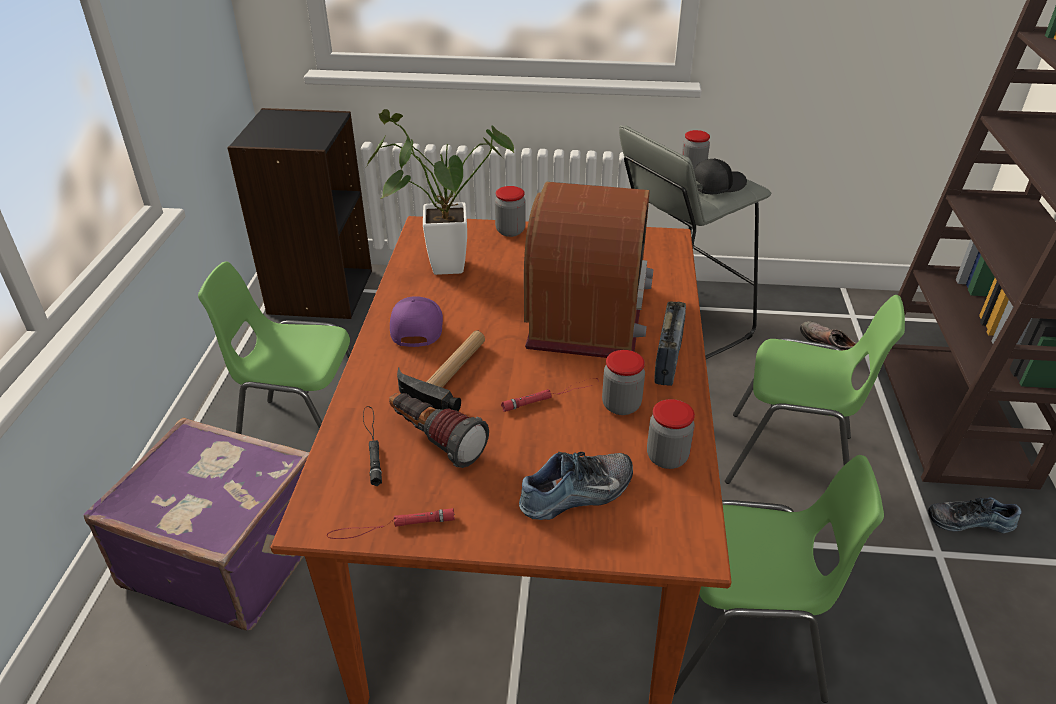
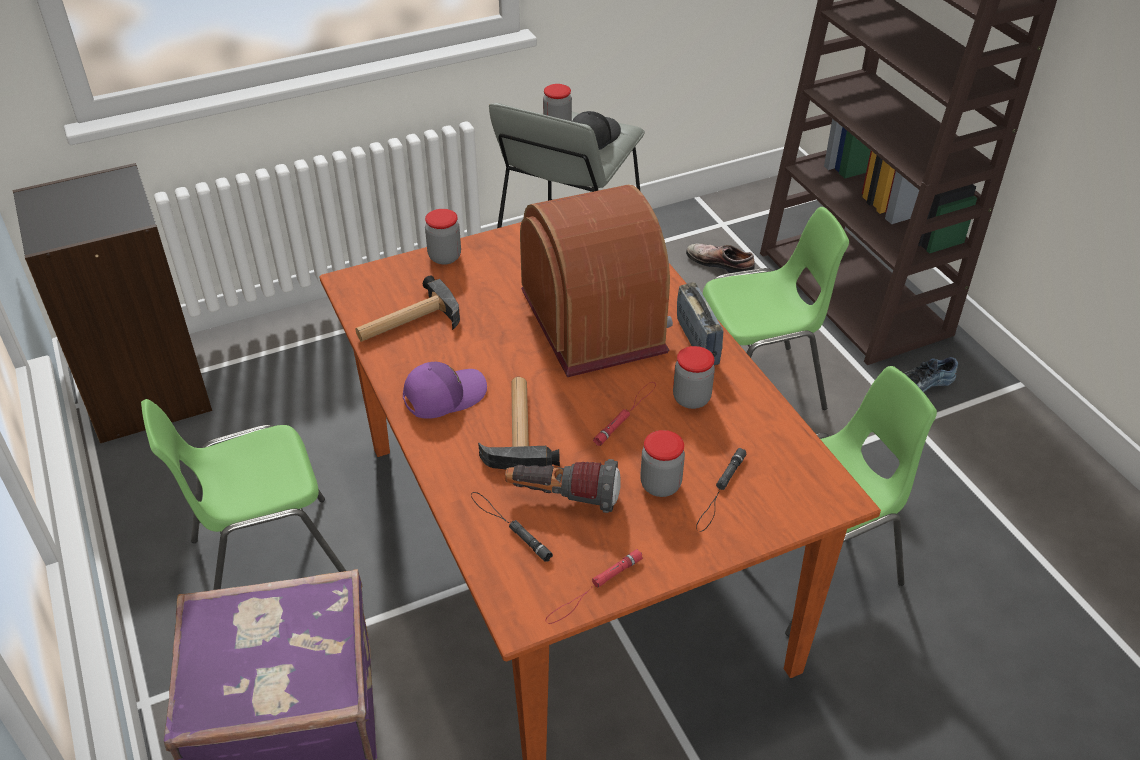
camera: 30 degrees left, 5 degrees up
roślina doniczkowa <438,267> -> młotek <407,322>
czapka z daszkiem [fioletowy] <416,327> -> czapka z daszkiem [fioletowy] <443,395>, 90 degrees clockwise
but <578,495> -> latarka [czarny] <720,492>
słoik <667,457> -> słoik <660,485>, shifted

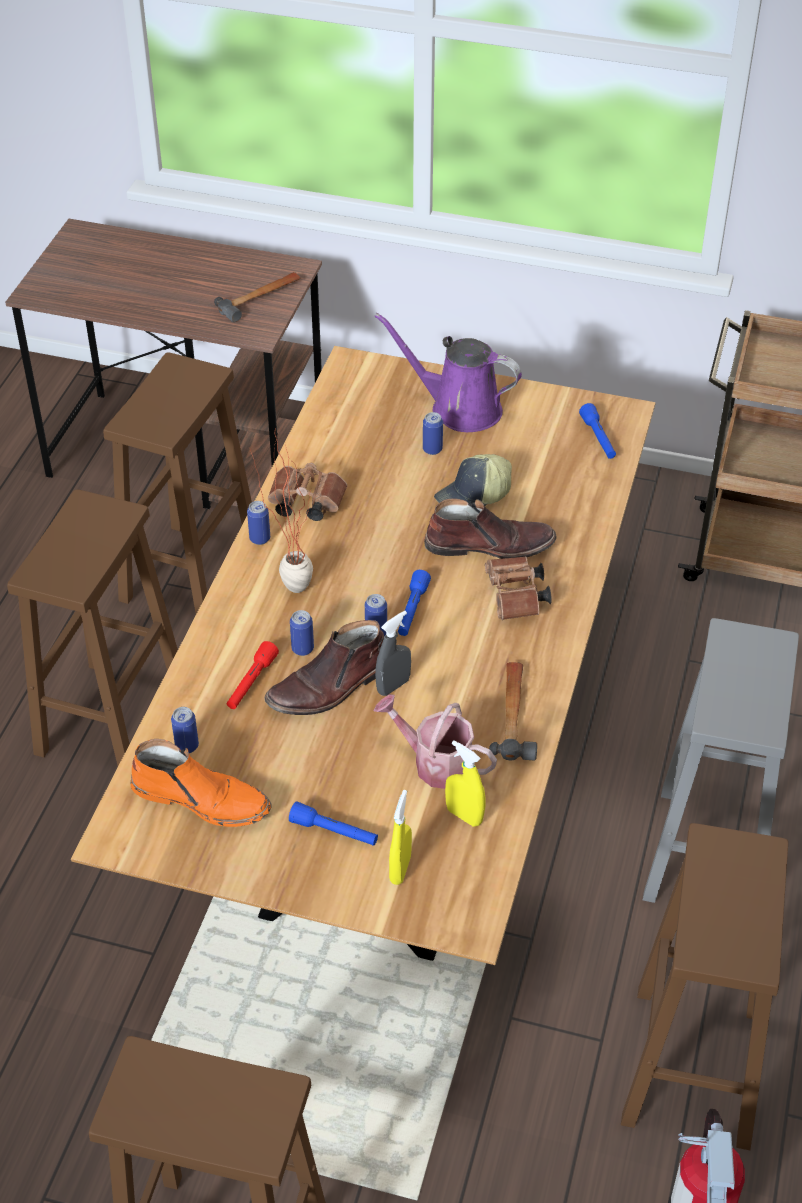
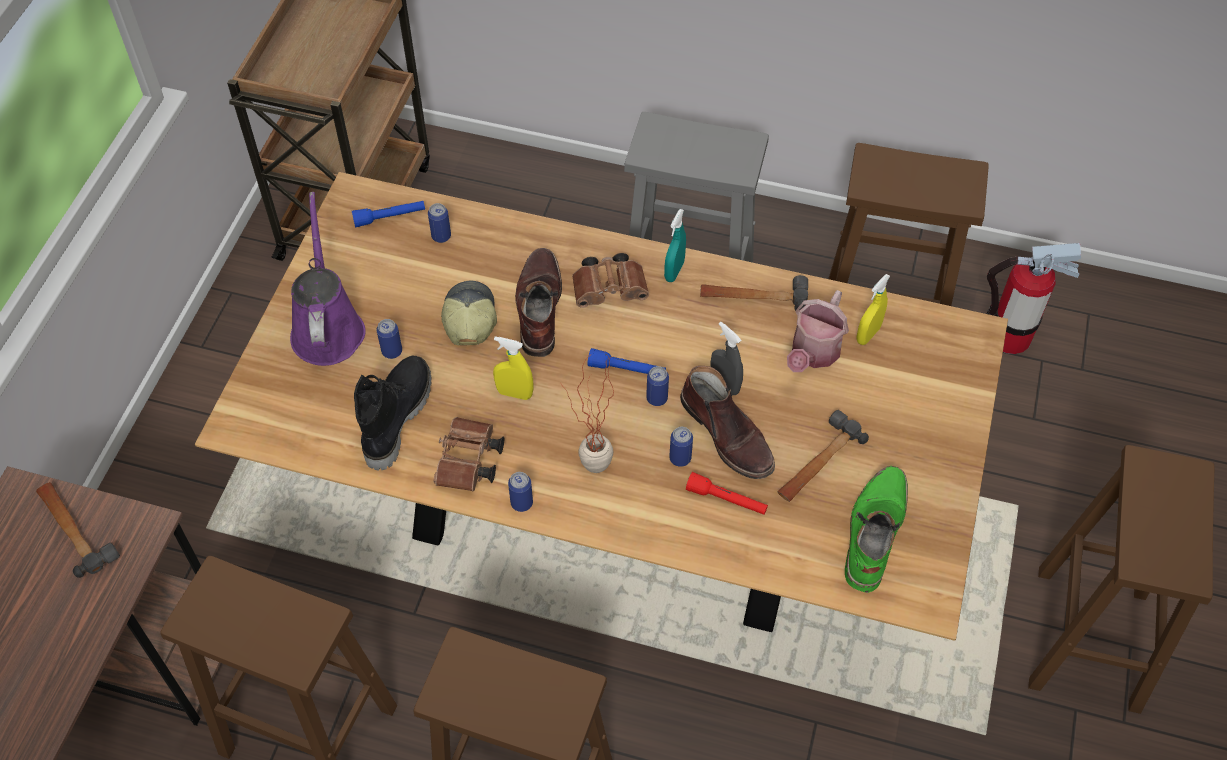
camera: 90 degrees left, 10 degrees up
but z cholewką [pomarańczowy] <202,799> -> but z cholewką [zielony] <873,532>
puszka <187,746> -> puszka <441,236>, shifted
latarka [niebieski] <334,832> -> none
konewka [fioletowy] <459,408> -> konewka [fioletowy] <327,327>, 150 degrees clockwise
spryskiwacz [żółty] <400,869> -> spryskiwacz [żółty] <514,393>, shifted
czapka z daszkiem <474,497> -> czapka z daszkiem <468,318>, 150 degrees counterclockwise
none -> but z cholewką [czarny] <396,417>
none -> spryskiwacz [turkusowy] <674,271>
none -> młotek <817,463>

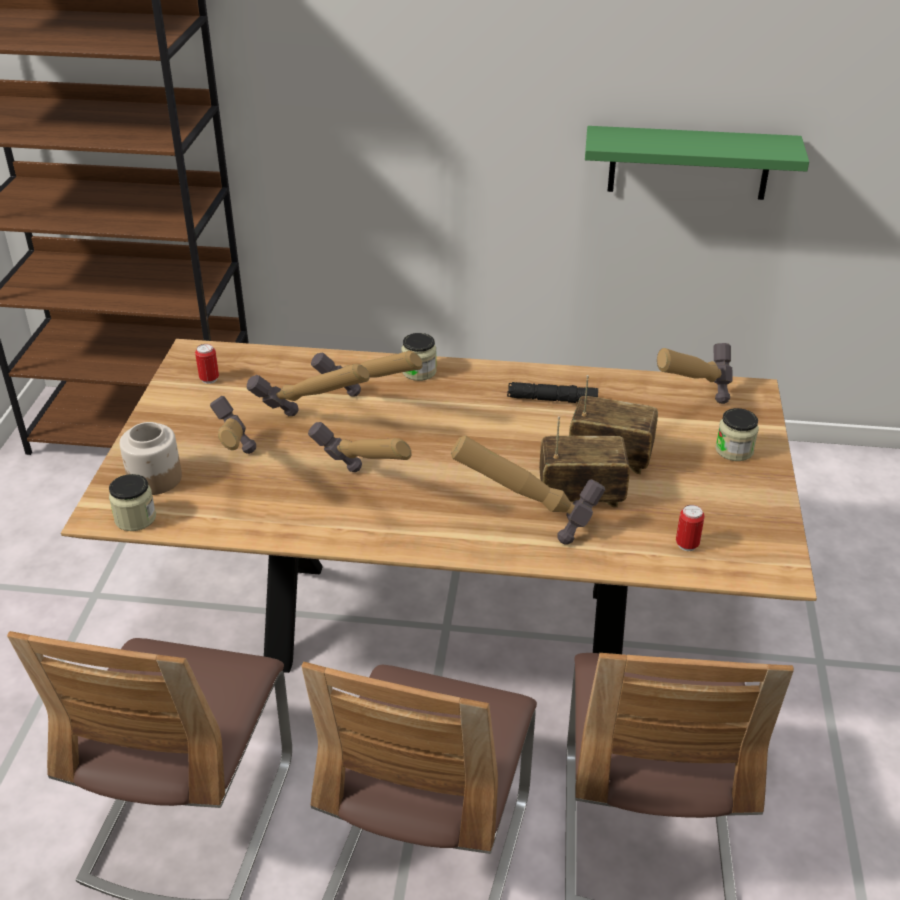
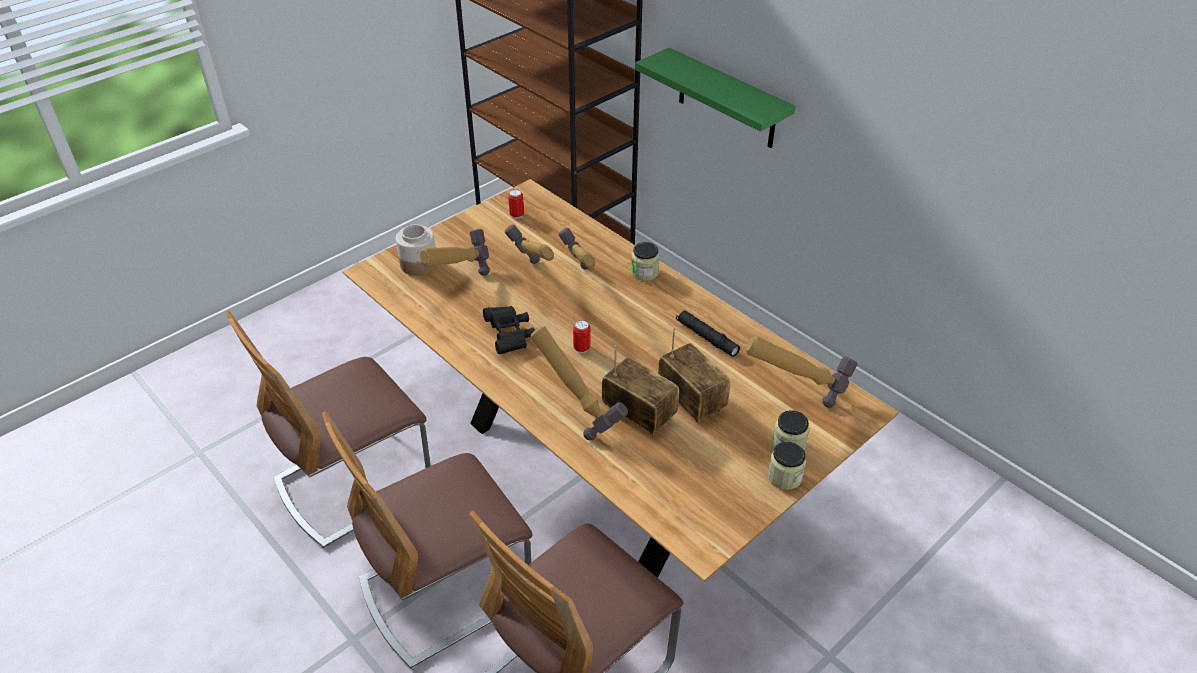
camera: 40 degrees right, 5 degrees up
słoik <135,518> -> słoik <784,477>, shifted
młotek <360,496> -> lornetka [czarny] <510,336>
półka [zielony] <689,163> -> półka [zielony] <727,99>, shifted
puszka <687,545> -> puszka <582,348>, shifted

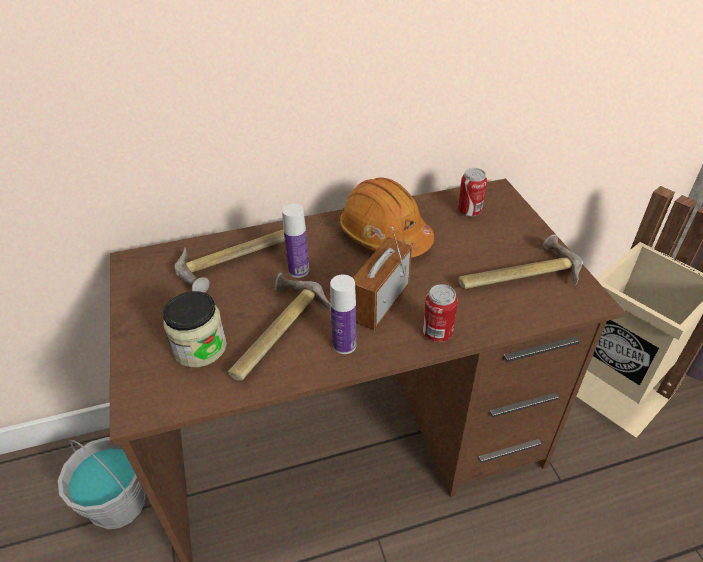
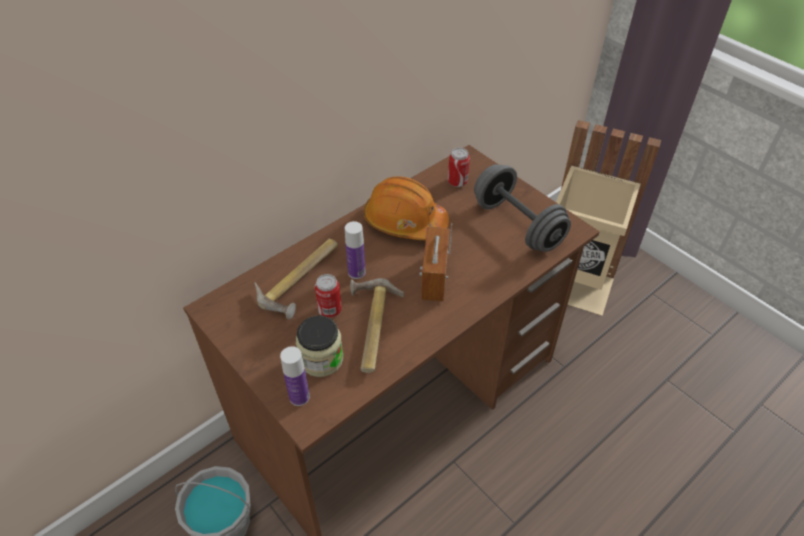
camera: 25 degrees left, 5 degrees up
butelka <344,345> -> butelka <299,397>, shifted
puszka <437,333> -> puszka <330,310>, shifted
młotek <517,274> -> hantel [szary] <517,225>

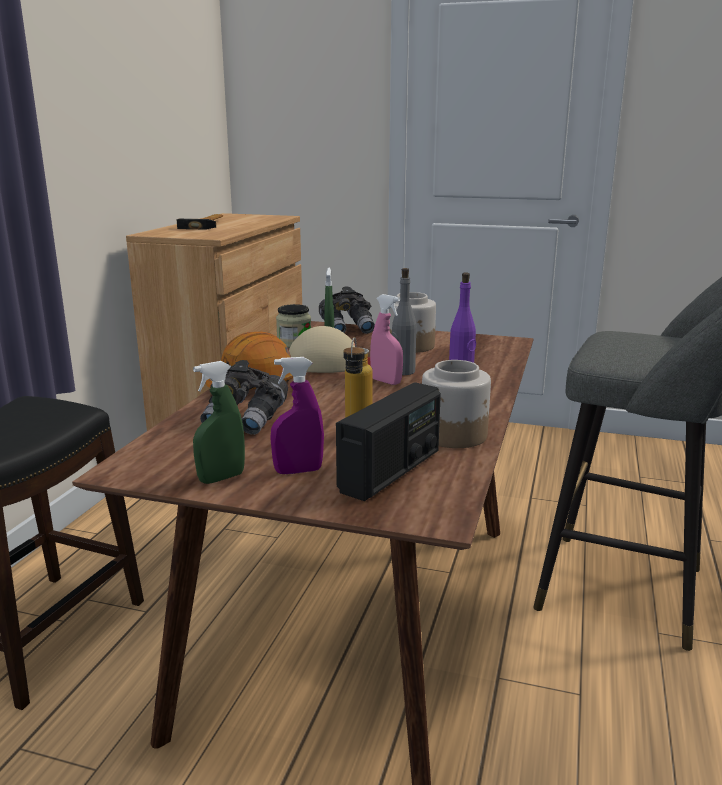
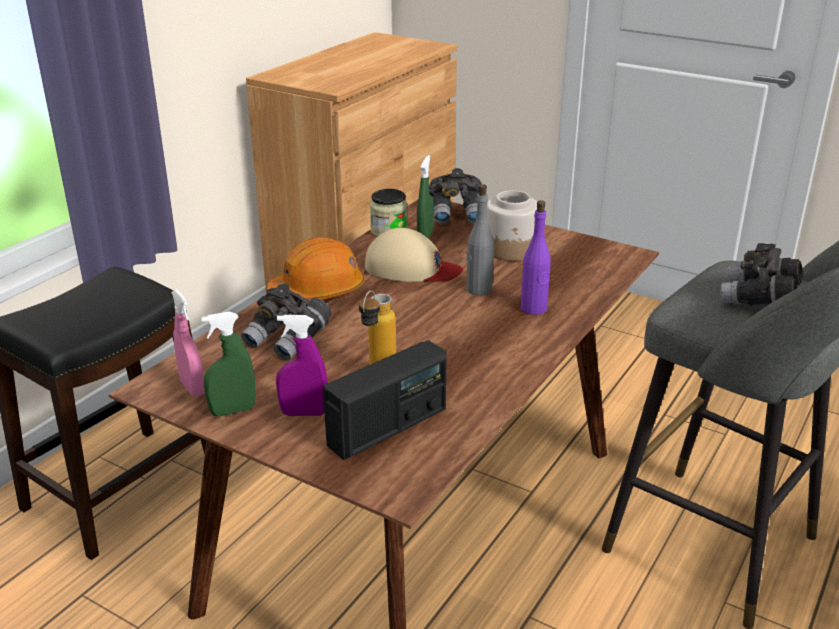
camera: 15 degrees right, 10 degrees up
młotek <208,224> -> none
spryskiwacz [różowy] <386,382> -> spryskiwacz [różowy] <192,387>, shifted
słoik <454,435> -> none
none -> lornetka [szary] <758,300>

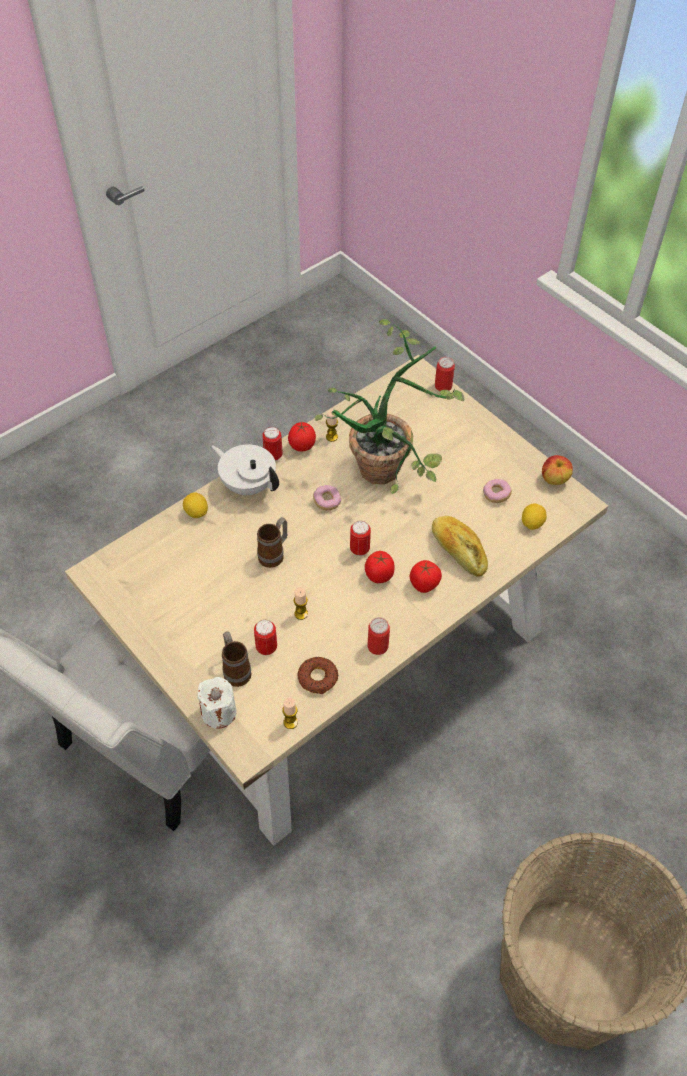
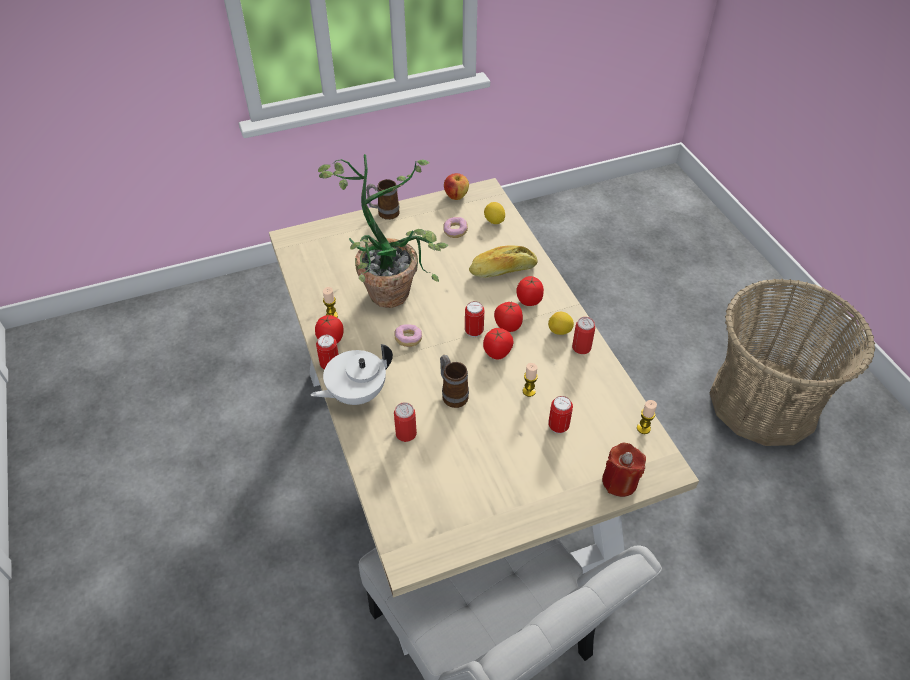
camera: 70 degrees left, 5 degrees down
cytryna <196,512> -> cytryna <560,331>, shifted
świeca [biały] <218,712> -> świeca [czerwony] <619,481>
kubek <235,669> -> kubek <384,213>, shifted
donut <318,678> -> none
puszka <443,386> -> puszka <406,433>, shifted
none -> pomidor <497,353>

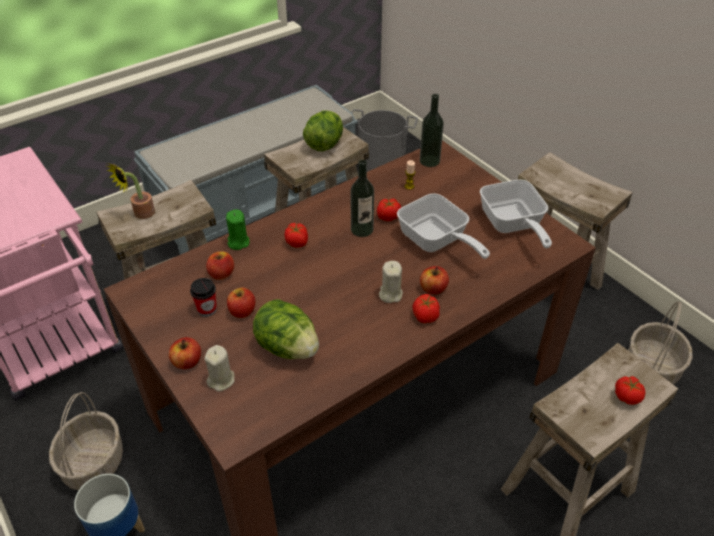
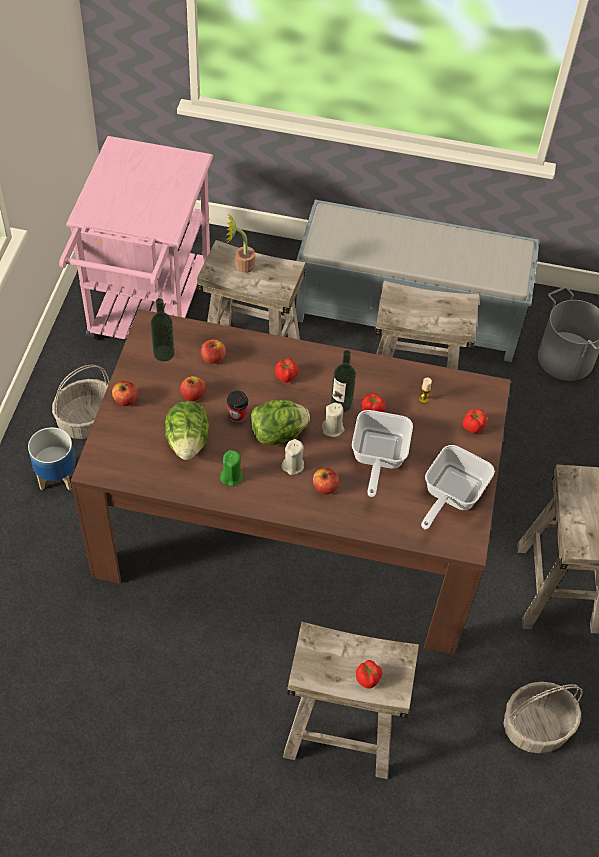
camera: 45 degrees right, 10 degrees up
filiżanka <207,309> -> filiżanka <237,416>, shifted
świeca [beżowy] <221,380> -> świeca [beżowy] <333,428>, shifted
świeca [zielony] <238,242> -> świeca [zielony] <231,476>, shifted
sałata <324,144> -> sałata <277,434>, shifted
pomidor <425,317> -> pomidor <472,426>, shifted
butelka <429,161> -> butelka <164,353>, shifted

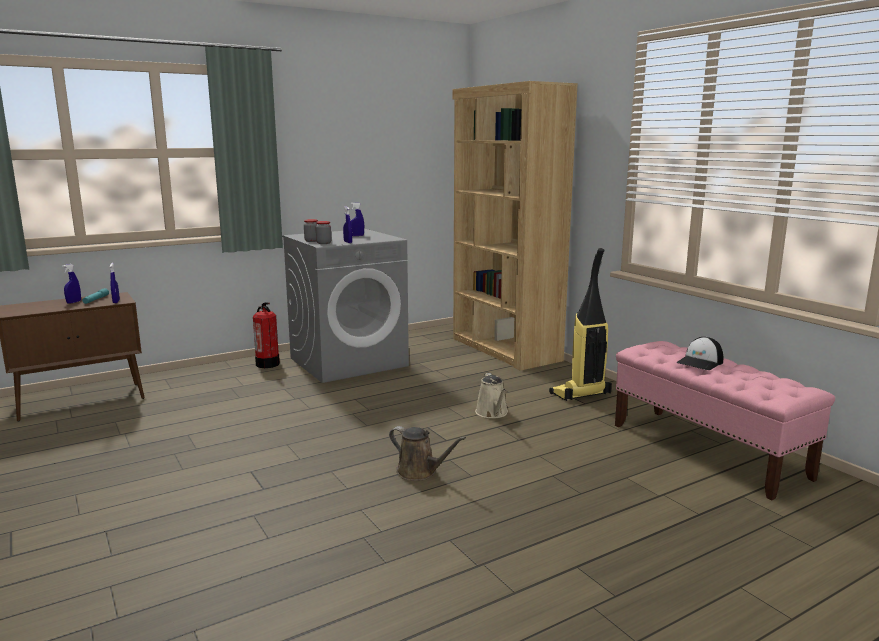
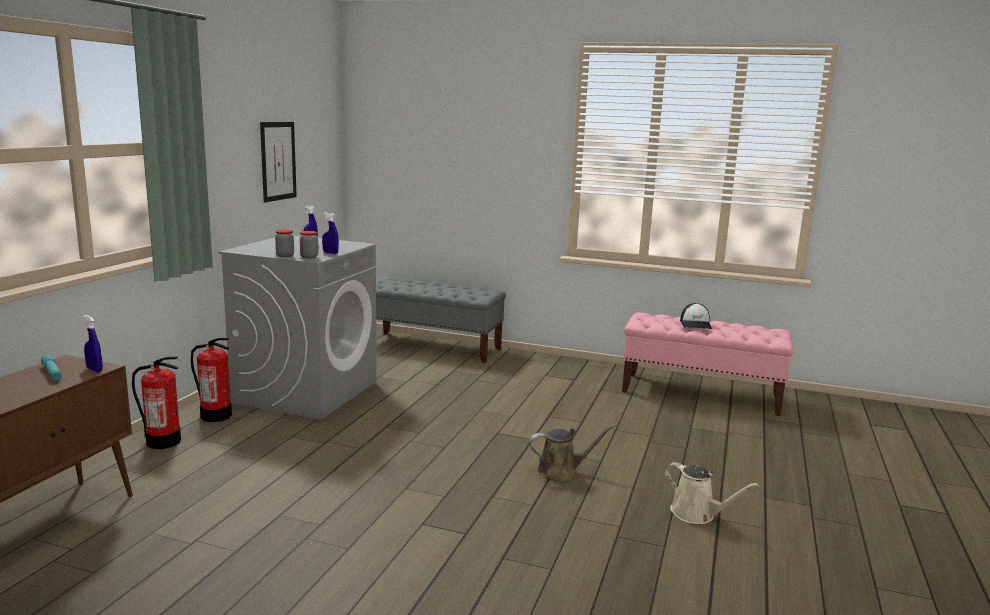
camera: 40 degrees left, 0 degrees up
spryskiwacz [niebieski] <74,302> -> none
regał [brązowy] <504,349> -> ławka [szary] <433,347>
konewka [beżowy] <492,413> -> konewka [beżowy] <697,514>, shifted
odkurzacz <580,394> -> none
none -> gaśnica <163,442>
none -> obraz <278,161>

